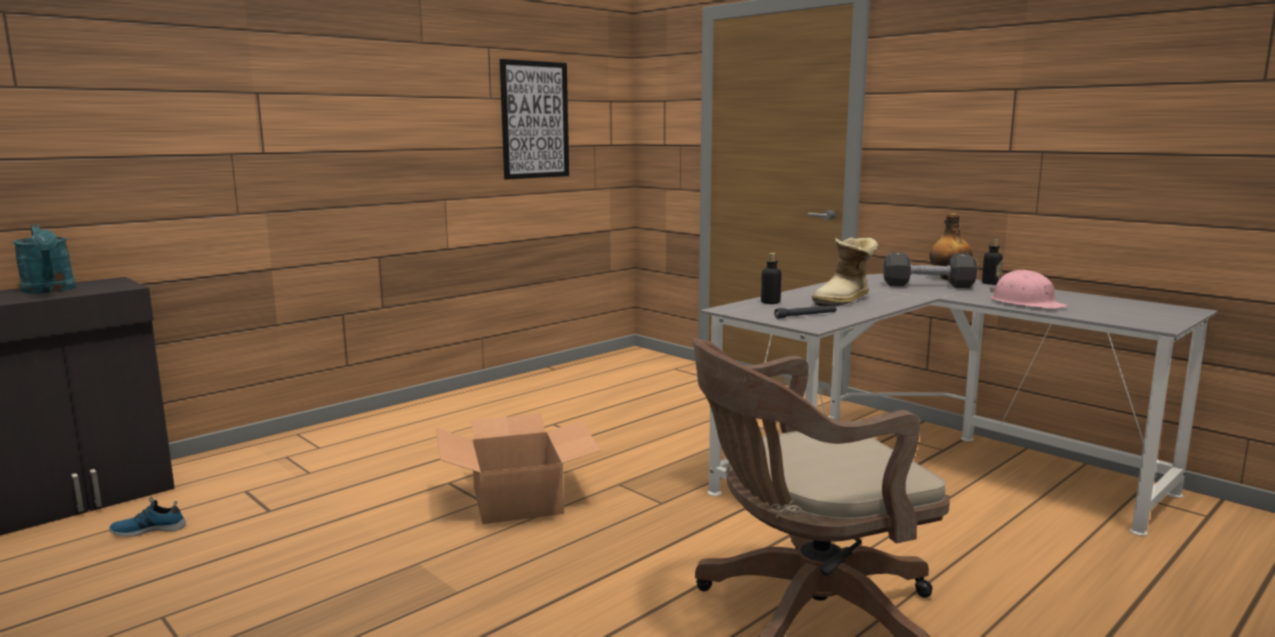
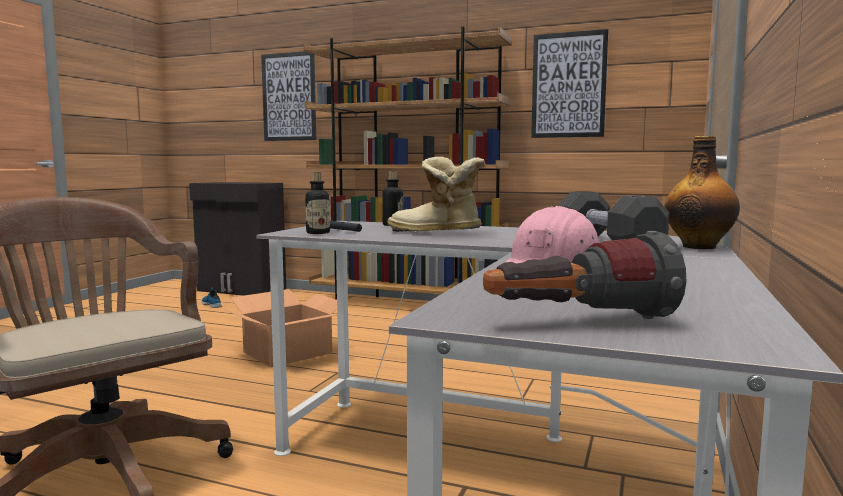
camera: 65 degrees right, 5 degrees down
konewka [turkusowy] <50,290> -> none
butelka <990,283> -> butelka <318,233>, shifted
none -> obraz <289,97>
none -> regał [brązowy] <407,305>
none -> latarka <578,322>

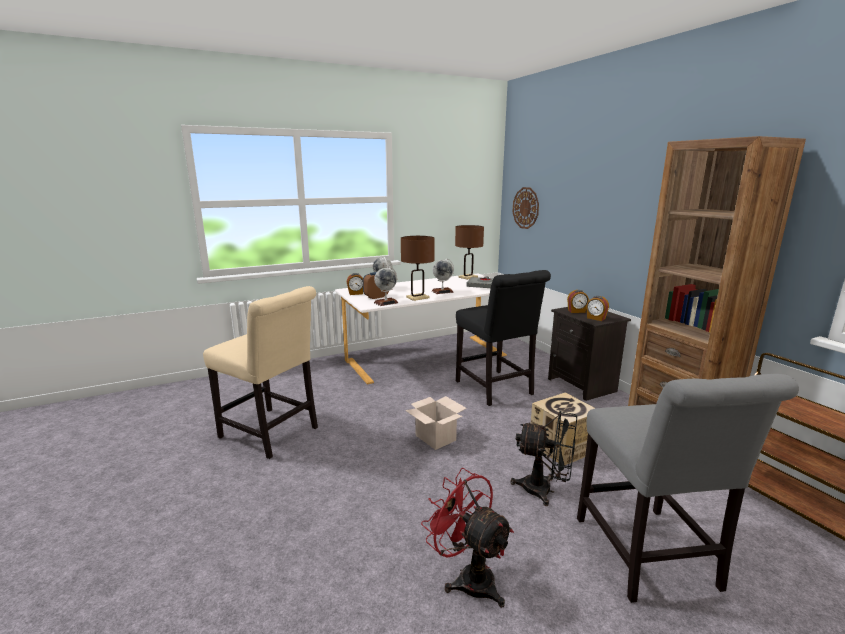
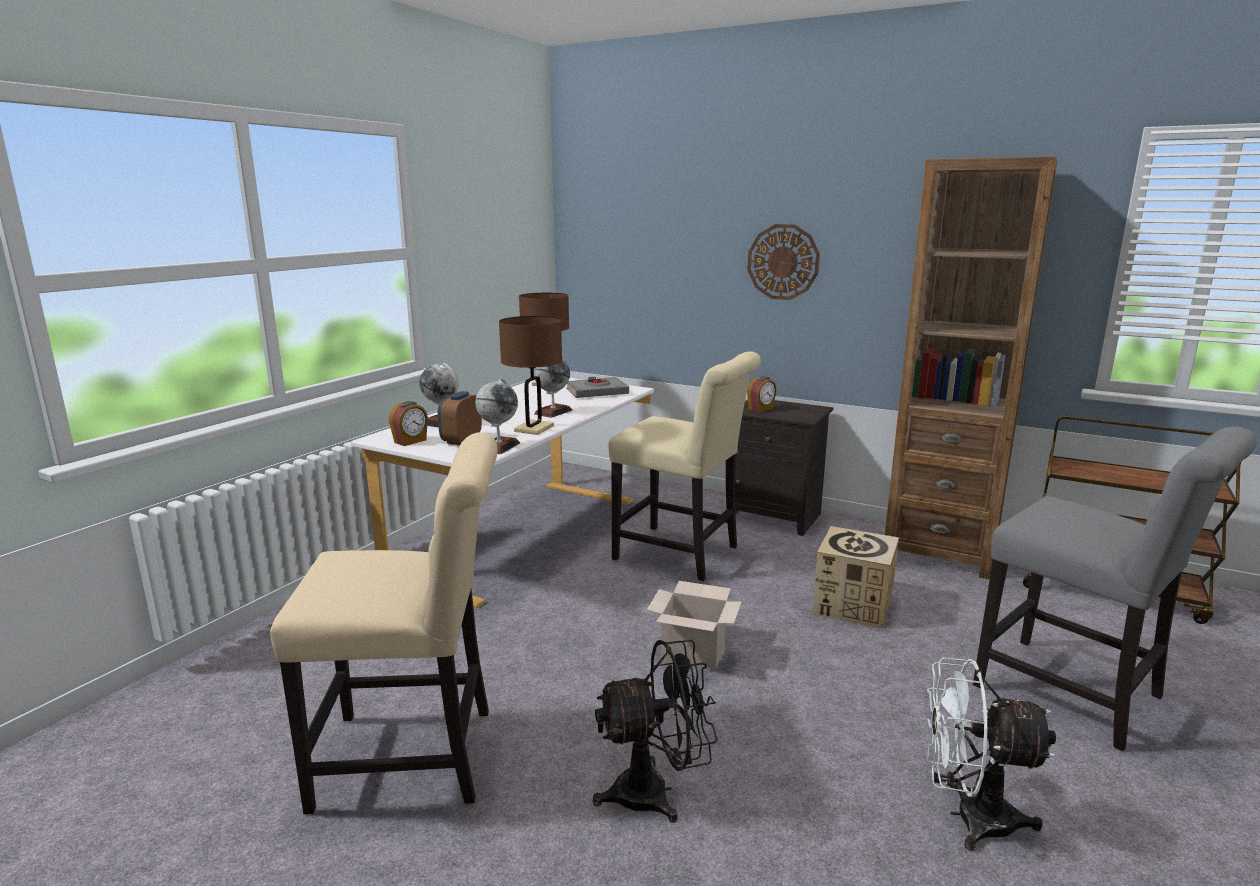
camera: 35 degrees left, 0 degrees up
wentylator [czerwony] <468,577> -> wentylator [biały] <968,817>
krzesło [czarny] <496,389> -> krzesło [beżowy] <682,555>
wentylator [czarny] <544,490> -> wentylator [czarny] <655,792>, shifted
zegar ścienny <526,208> -> zegar ścienny <783,262>, shifted
budzik <596,318> -> none

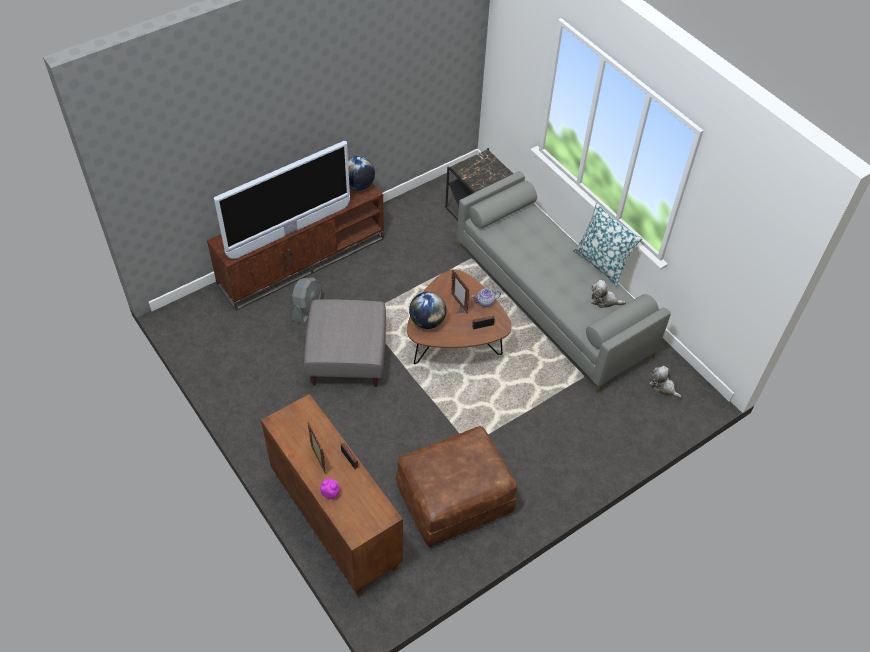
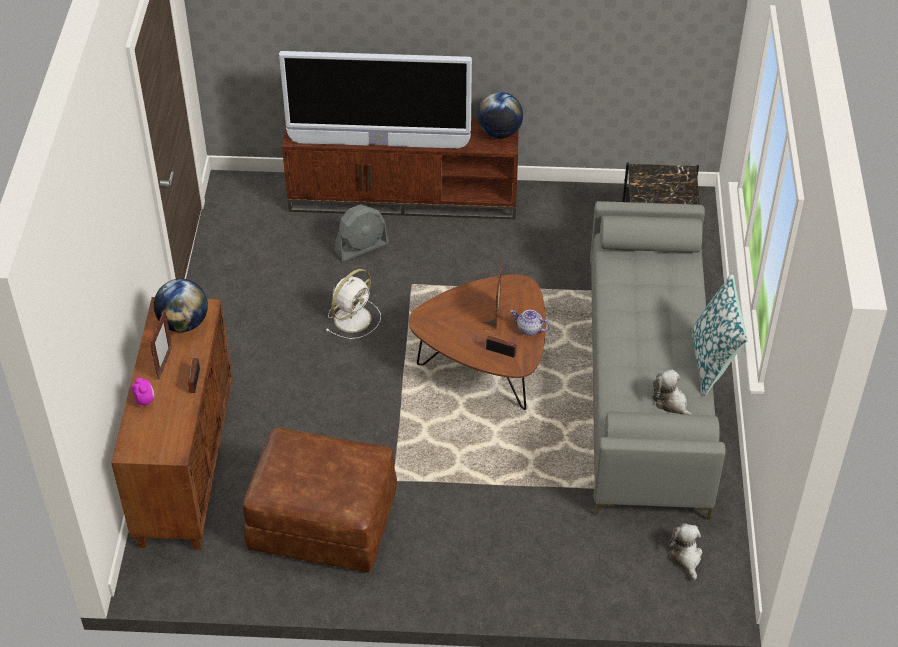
camera: 40 degrees right, 5 degrees down
pufa [szary] <346,357> -> wentylator [biały] <354,318>
globus <427,321> -> globus <184,323>, shifted

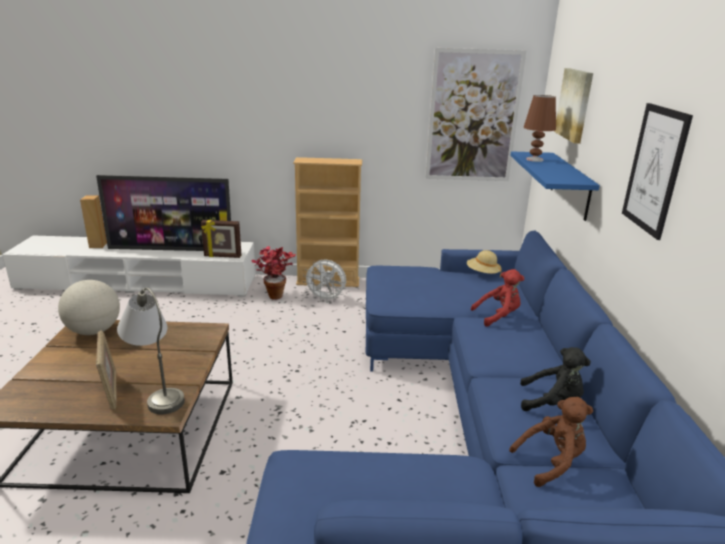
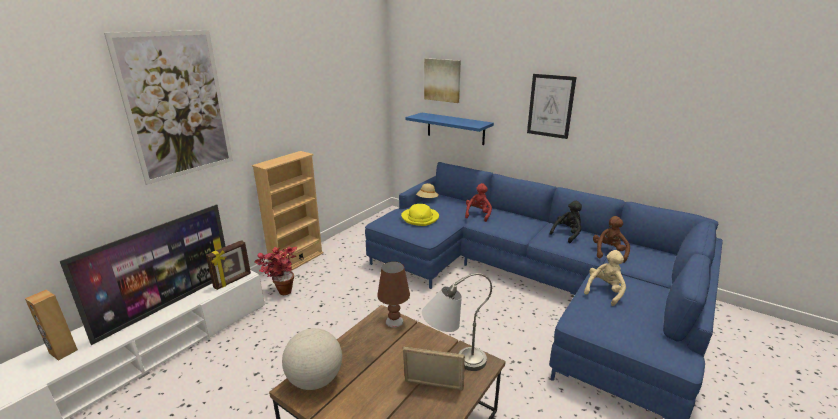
camera: 55 degrees left, 0 degrees up
wentylator [biały] <326,299> -> none
obraz <473,117> -> obraz <177,106>, shifted
lampa stołowa [brązowy] <534,159> -> lampa stołowa [brązowy] <394,321>, shifted
none -> kapelusz [żółty] <420,218>
none -> pluszak [beżowy] <604,291>

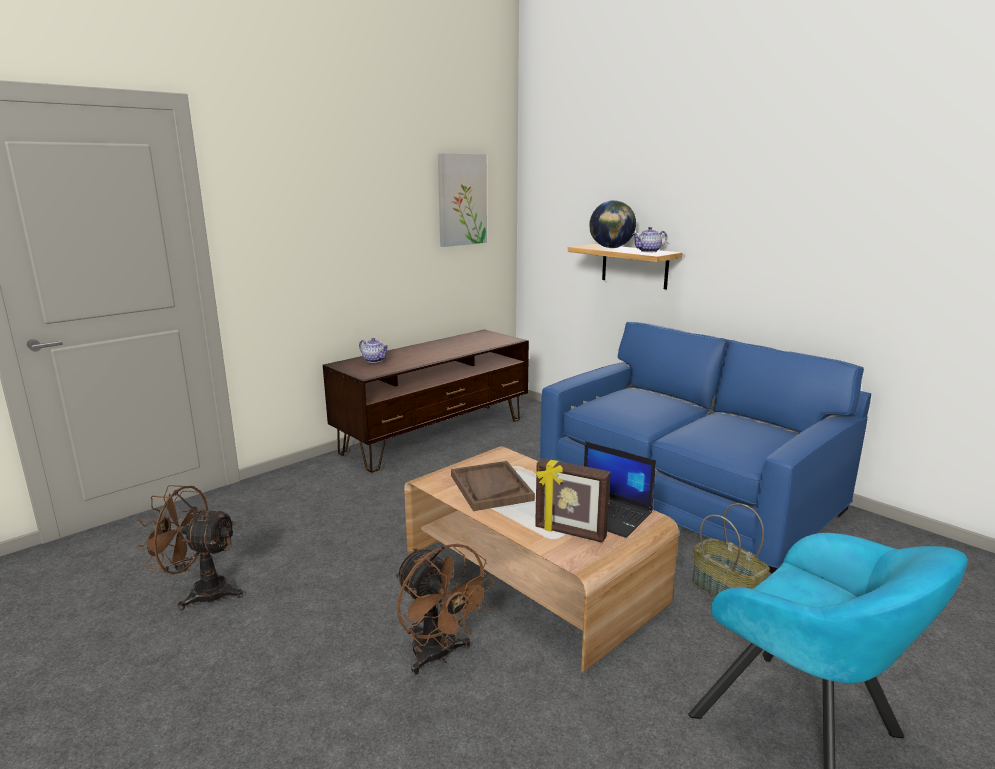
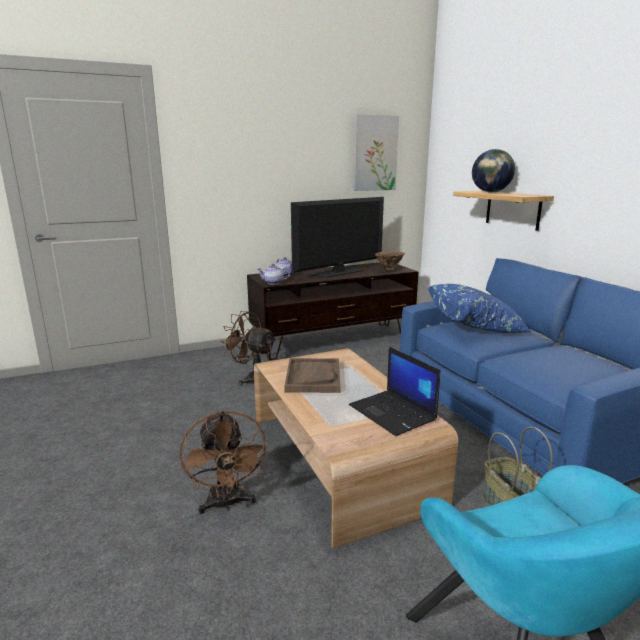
camera: 20 degrees right, 0 degrees up
wentylator [brązowy] <201,592> -> wentylator [brązowy] <252,378>, shifted
ramka na zdjęcie <569,533> -> none
imbryk <648,251> -> imbryk <273,283>, shifted
none -> telewizor <338,272>
none -> wazon [brązowy] <388,269>
none -> poduszka [niebieski] <475,327>

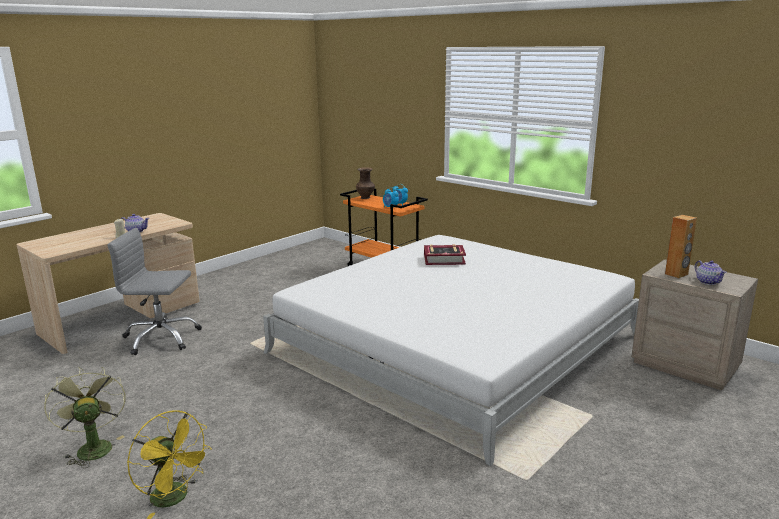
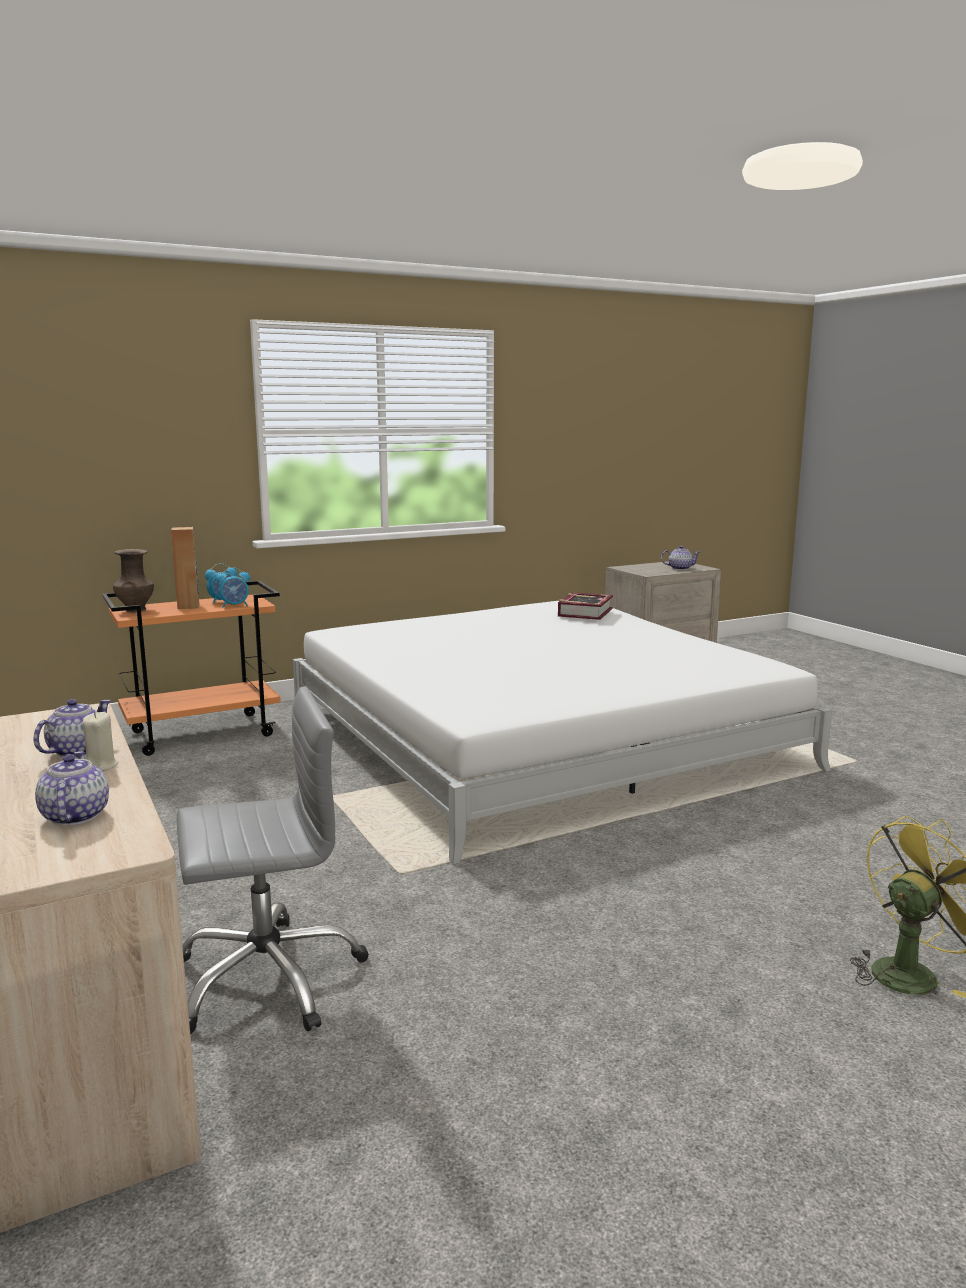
camera: 70 degrees left, 5 degrees down
wentylator [zielony] <92,447> -> none
krzesło biurowe [szary] <161,338> -> krzesło biurowe [szary] <267,977>, 135 degrees counterclockwise
książka <444,259> -> książka <584,612>, shifted
głośnik [brązowy] <676,274> -> głośnik [brązowy] <189,606>, shifted
none -> imbryk <74,816>

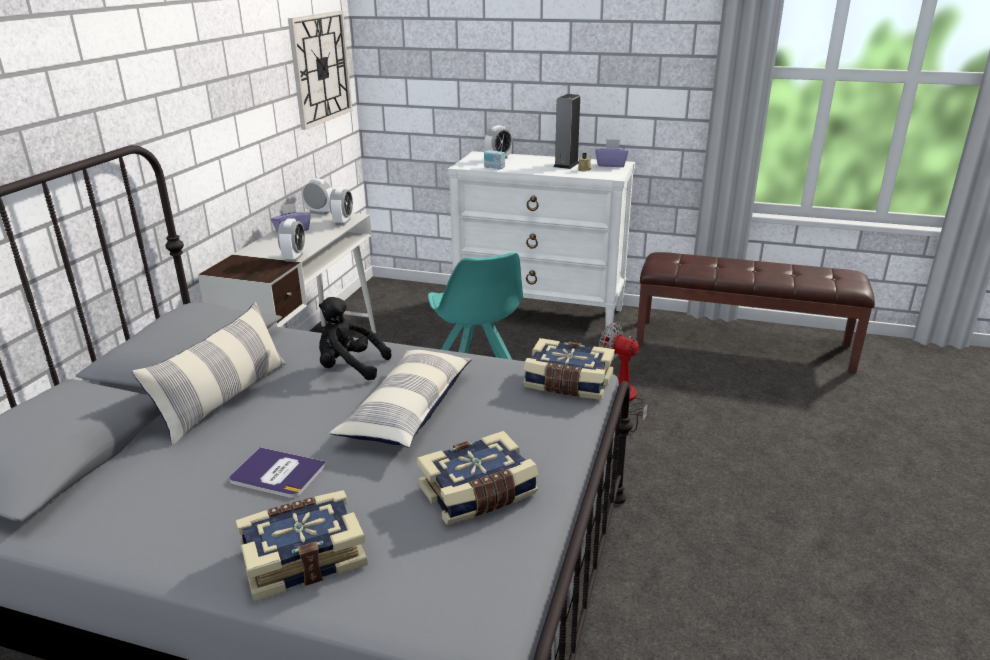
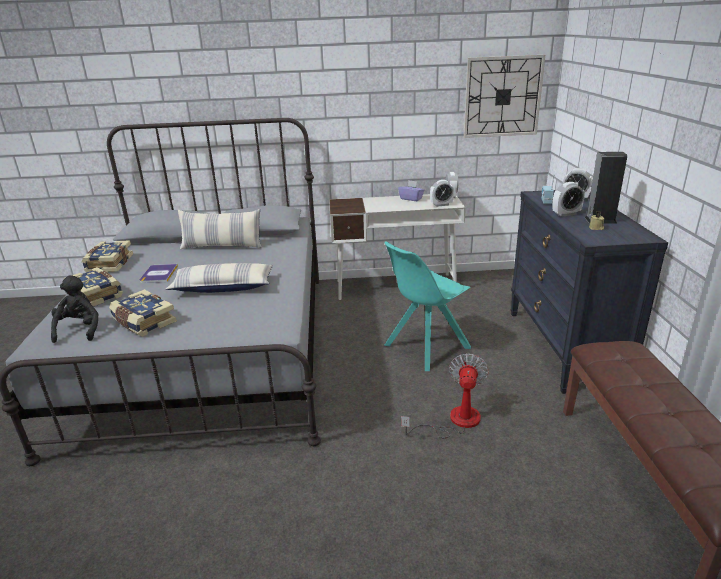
camera: 70 degrees right, 0 degrees up
budzik <294,258> -> budzik <566,214>, shifted
pluszak [czarny] <350,367> -> pluszak [czarny] <80,329>, shifted
komoda [biały] <540,313> -> komoda [czarny] <564,347>
książka <568,383> -> książka <109,264>, shifted
pudełko chusteczek [fioletowy] <611,165> -> none

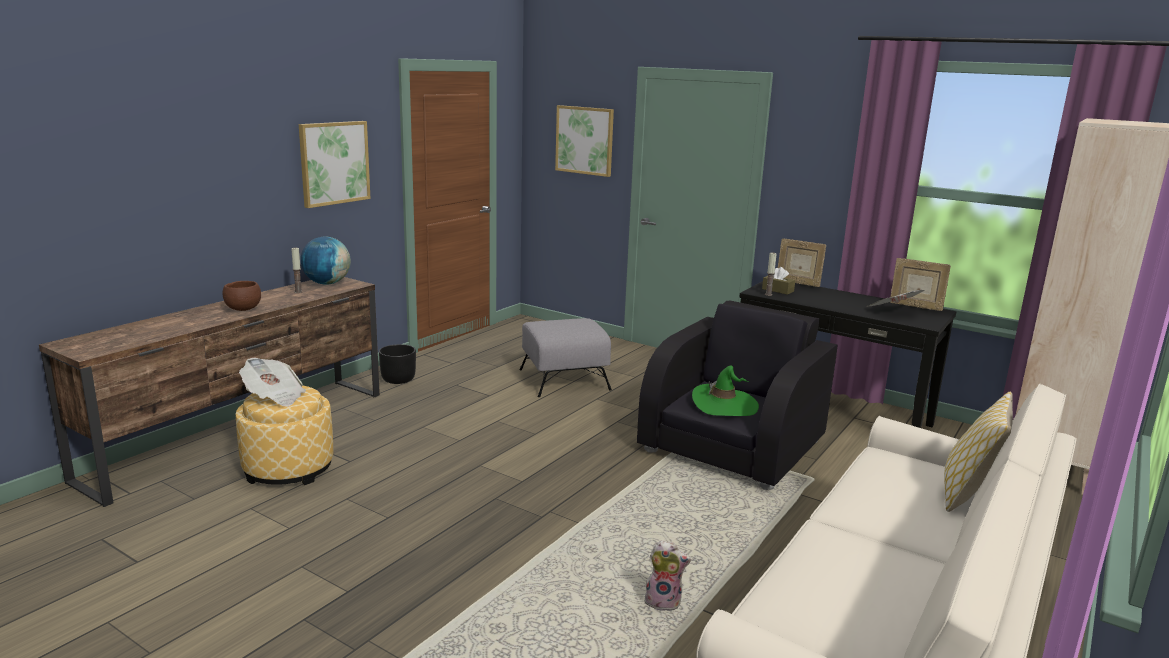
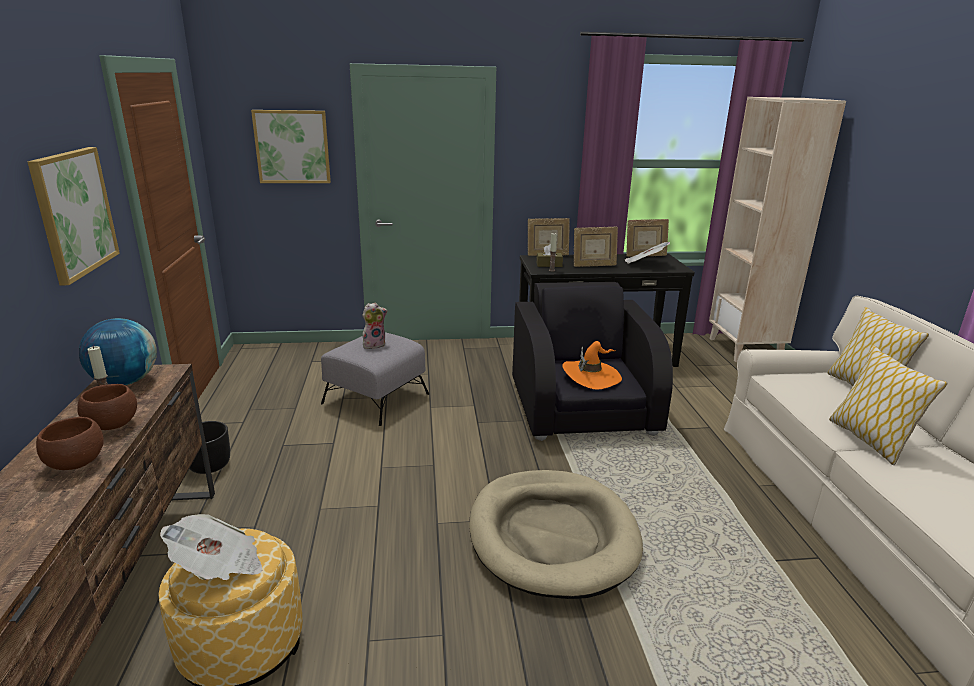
camera: 40 degrees left, 5 degrees up
pluszak <664,601> -> pluszak <374,344>, shifted
kapelusz [zielony] <724,404> -> kapelusz [pomarańczowy] <591,376>
none -> miska [brązowy] <113,425>
none -> legowisko [beżowy] <552,536>
none -> ramka na zdjęcie <593,266>
none -> poduszka <870,440>

